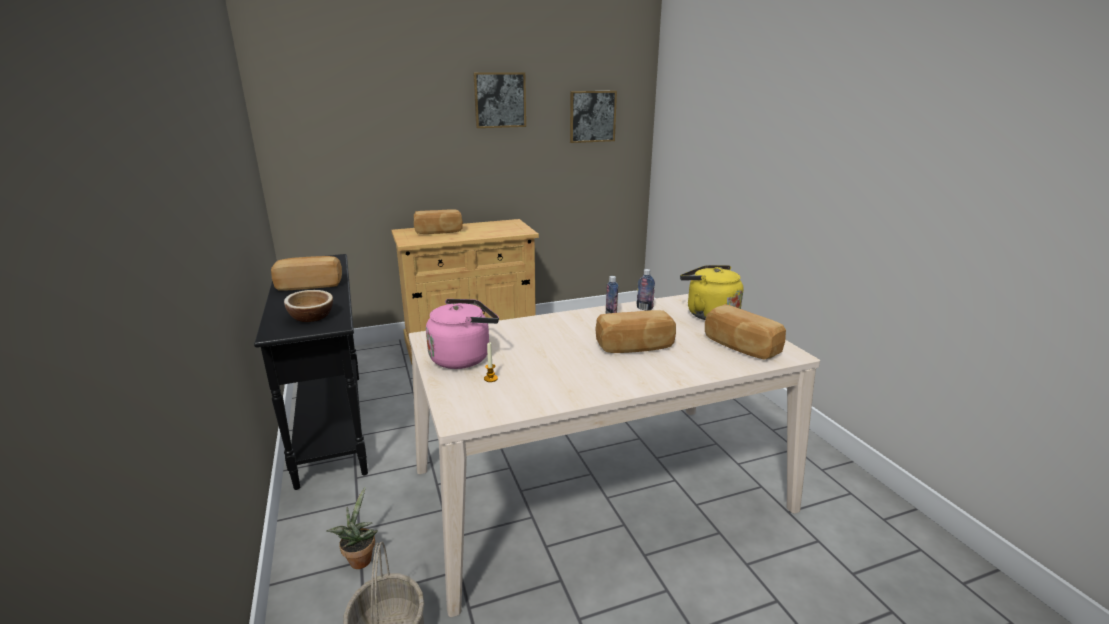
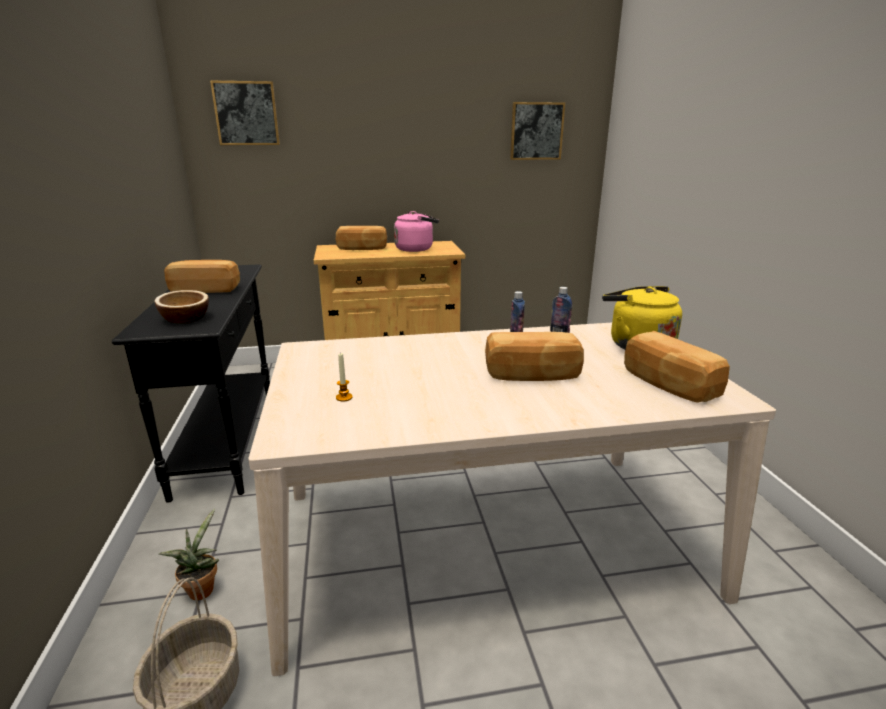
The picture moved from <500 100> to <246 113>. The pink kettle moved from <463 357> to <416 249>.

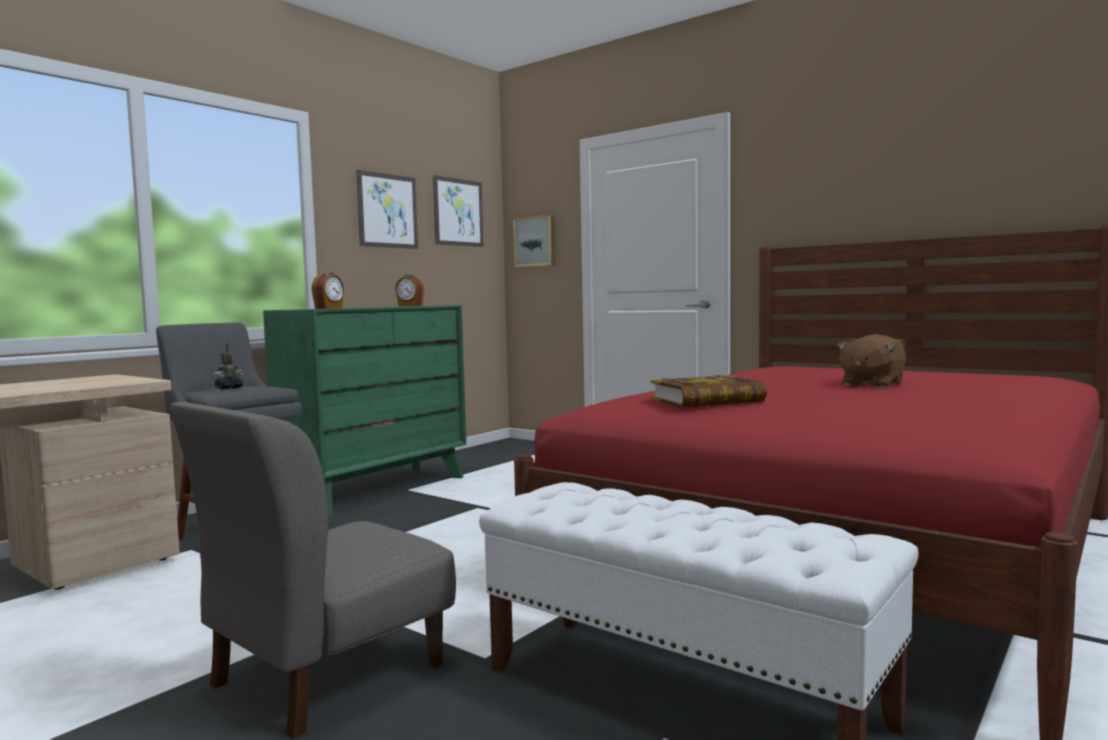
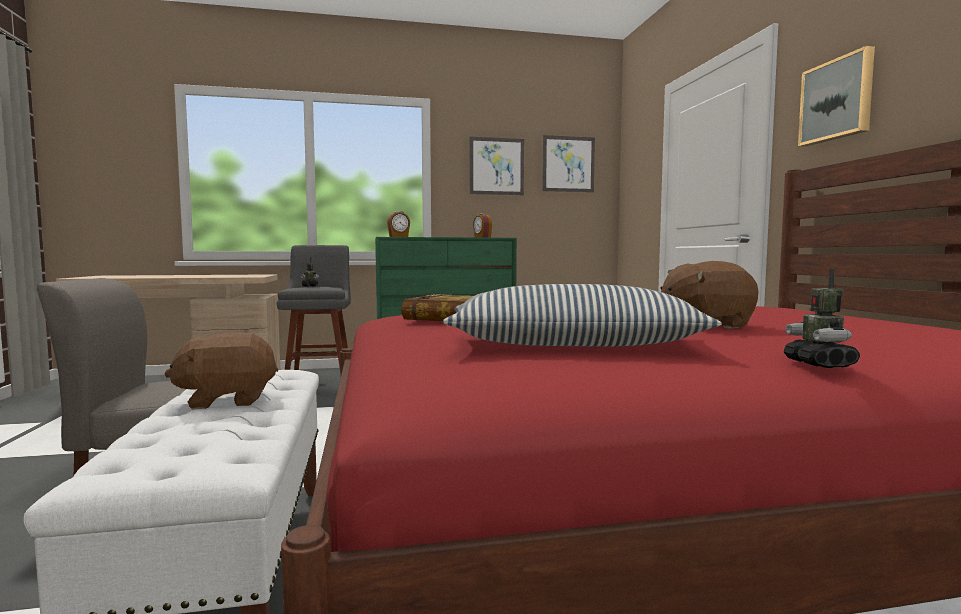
The picture moved from <535 241> to <837 100>. The toy robot at <820 364> appeared. The pillow at <573 344> appeared. The brown plush toy at <227 400> appeared.

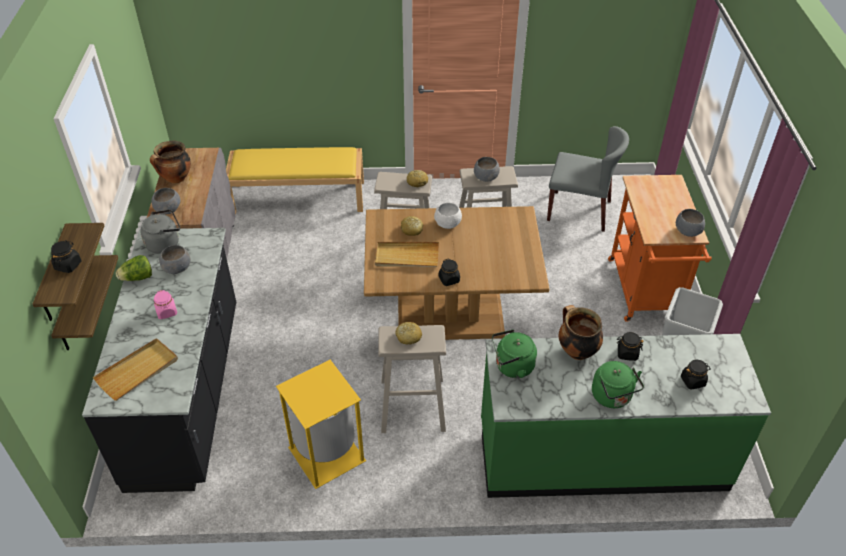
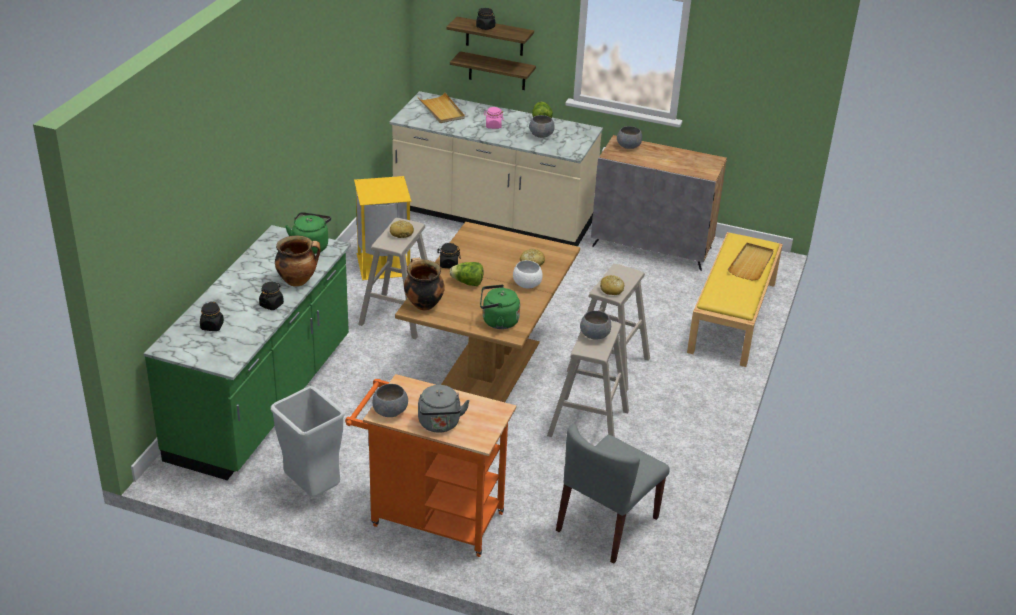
The cooking pot moved from <176 179> to <423 304>. The grey kettle moved from <165 243> to <439 424>. The black counter at <187 393> became the beige counter at <493 217>. The beige tray moved from <406 257> to <751 263>. The green kettle moved from <613 397> to <497 321>. The lettuce at <467 283> appeared.

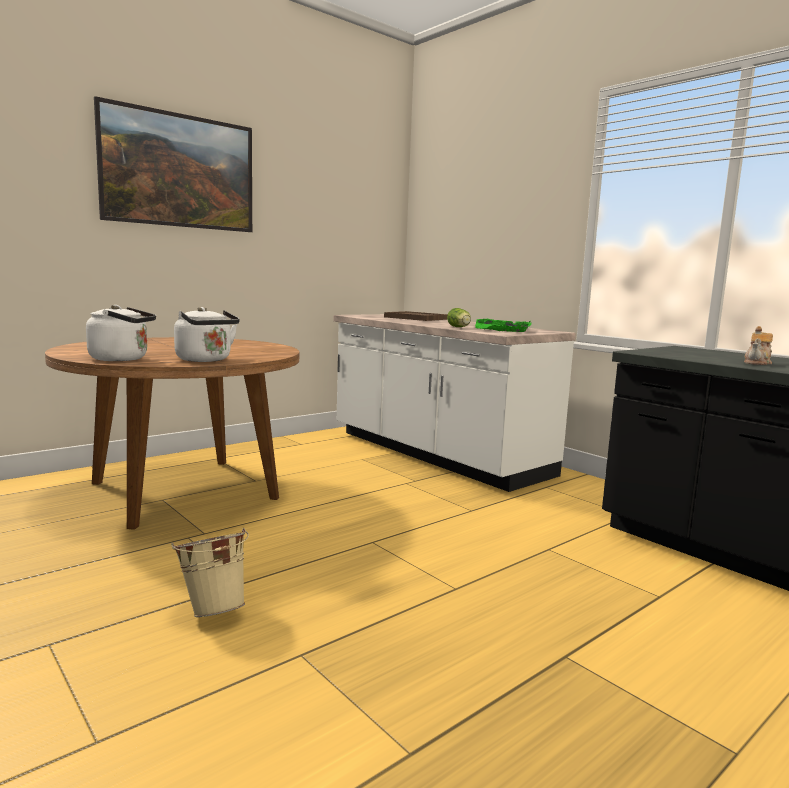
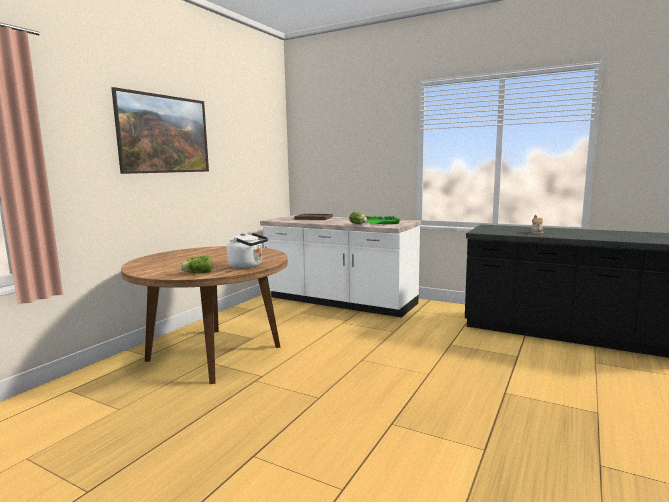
The white kettle at <123 359> was replaced by the lettuce at <197 273>. The beige bucket at <214 609> disappeared.

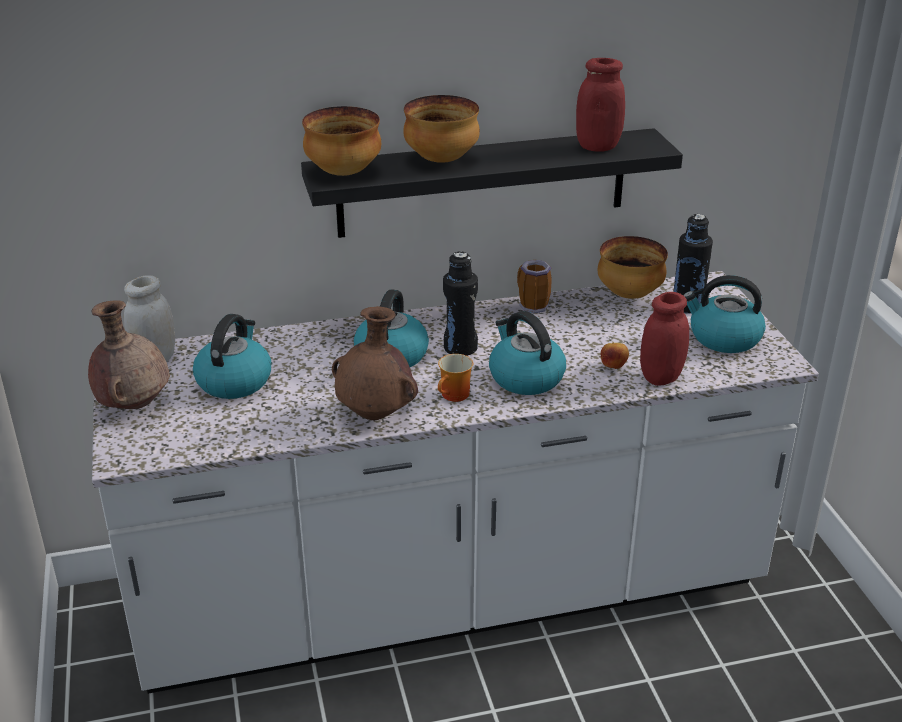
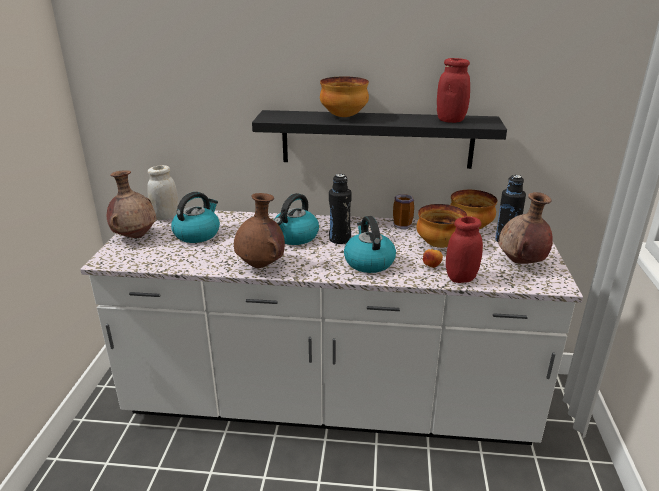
The bowl moved from <343 172> to <439 244>. The kettle at <723 338> was replaced by the brown vase at <521 263>. The mug at <455 396> disappeared.

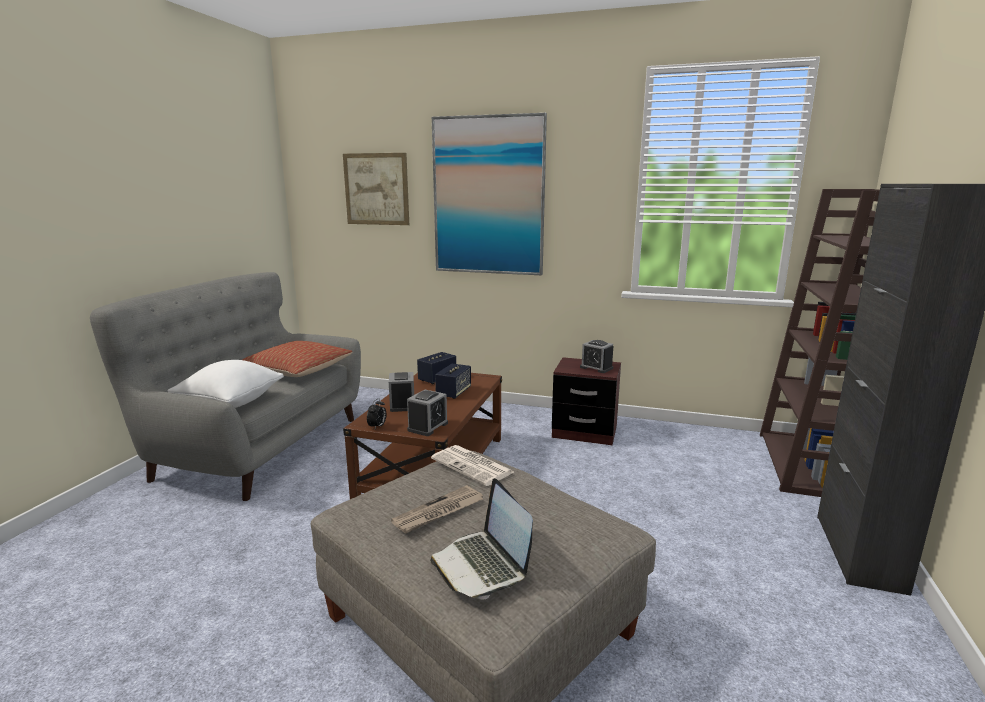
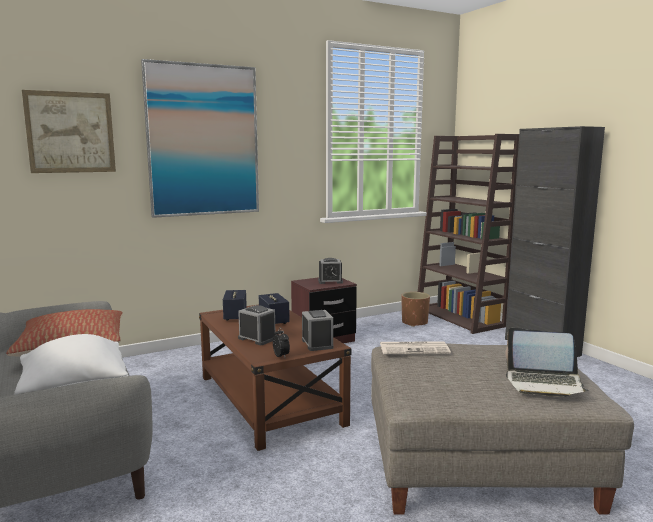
The newspaper at <438 512> disappeared. The brown planter at <414 323> appeared.

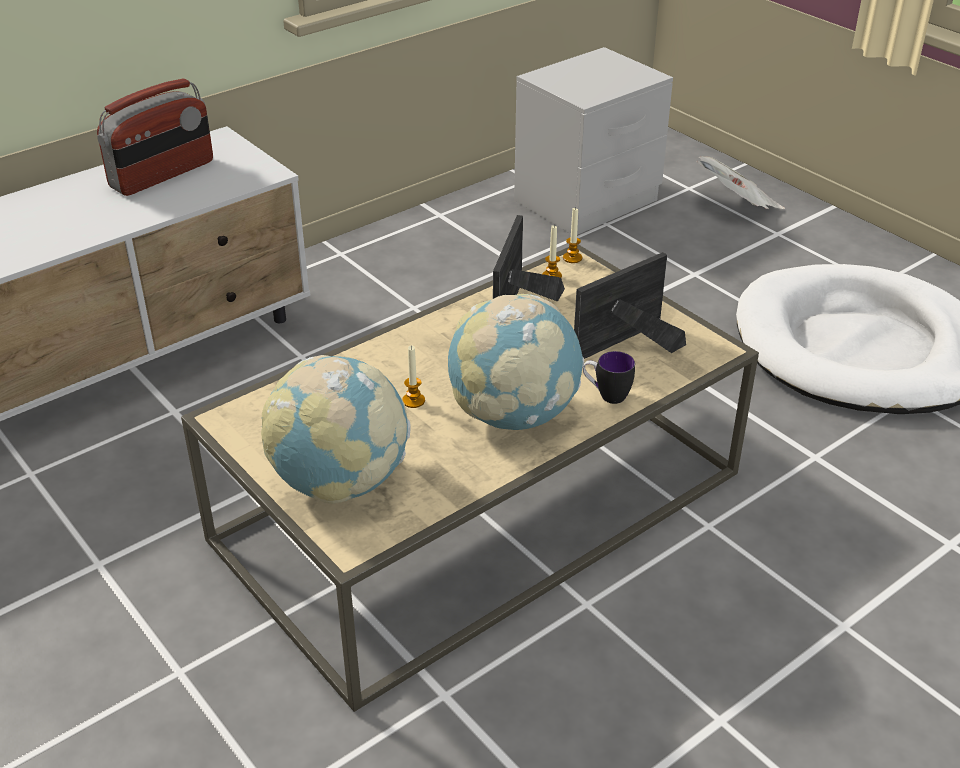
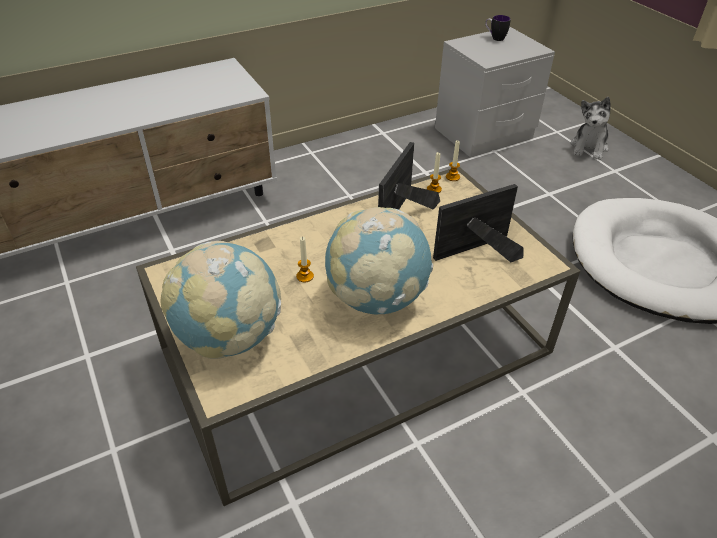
The radio at <163 175> disappeared. The newspaper at <737 205> was replaced by the plush toy at <589 147>. The mug moved from <606 395> to <495 38>.

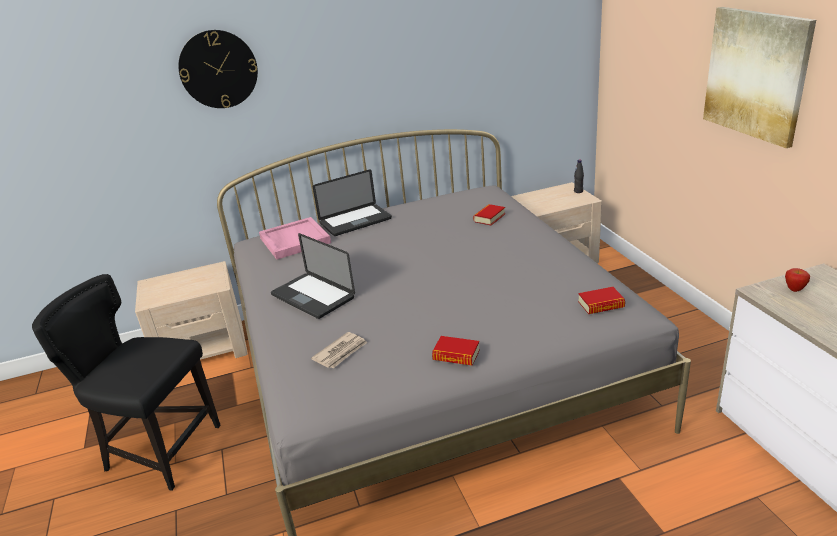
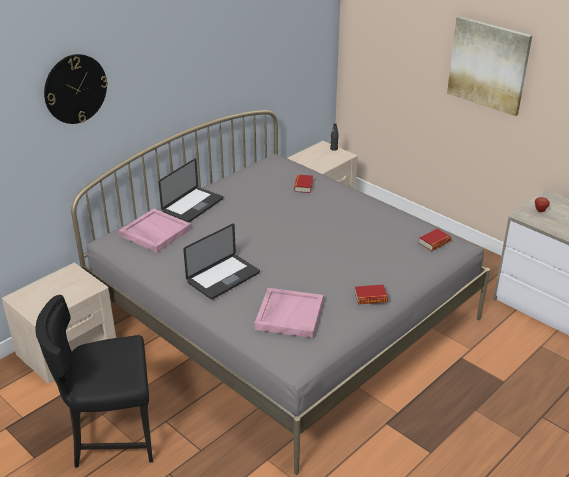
The laptop at <313 296> turned 60 degrees counterclockwise. The newspaper at <341 352> was replaced by the pink tray at <289 314>.

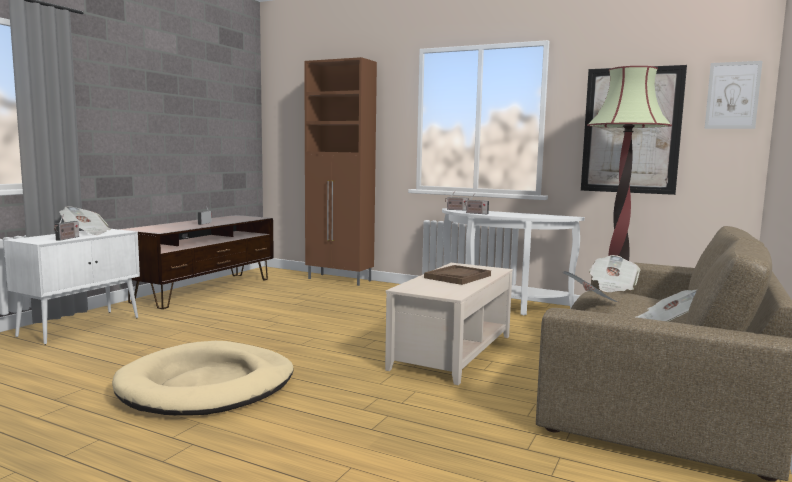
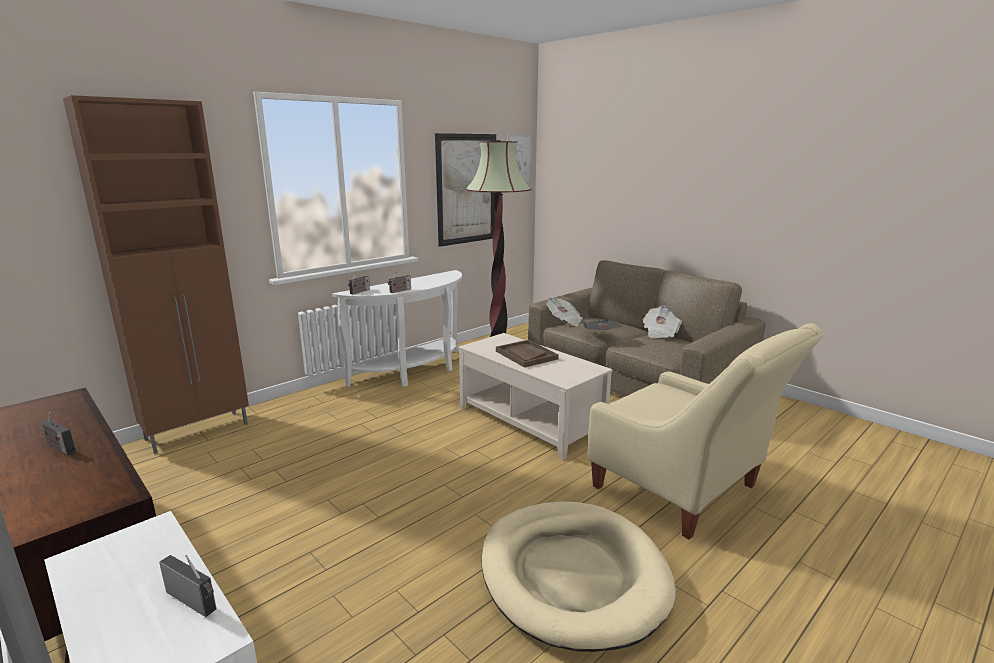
The newspaper at <86 233> disappeared. The beige armchair at <685 492> appeared.

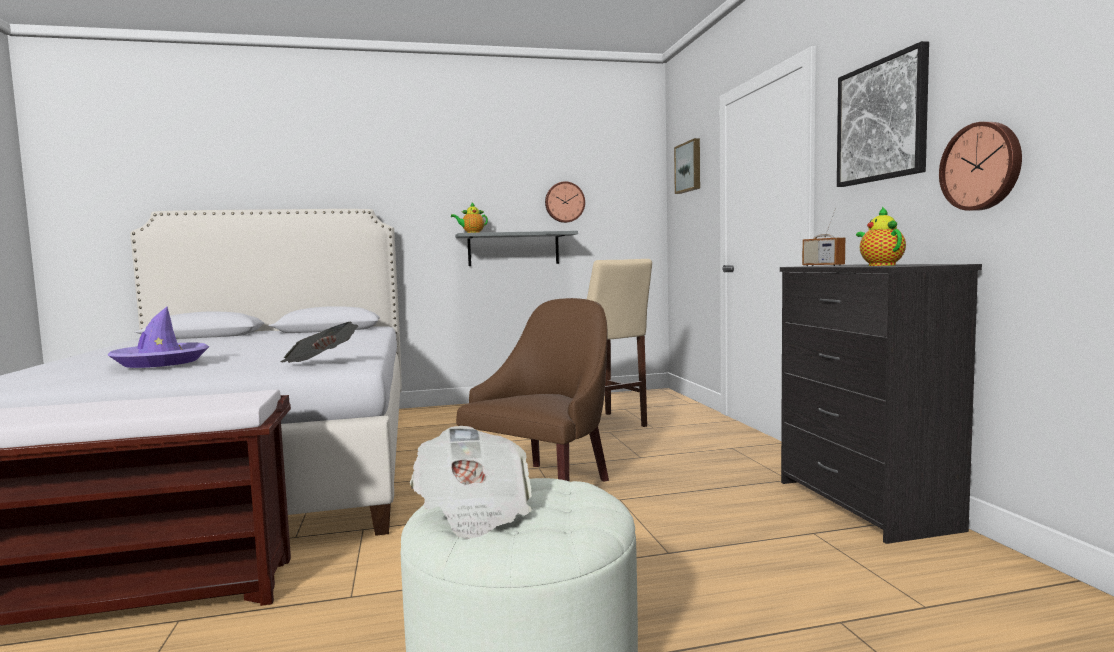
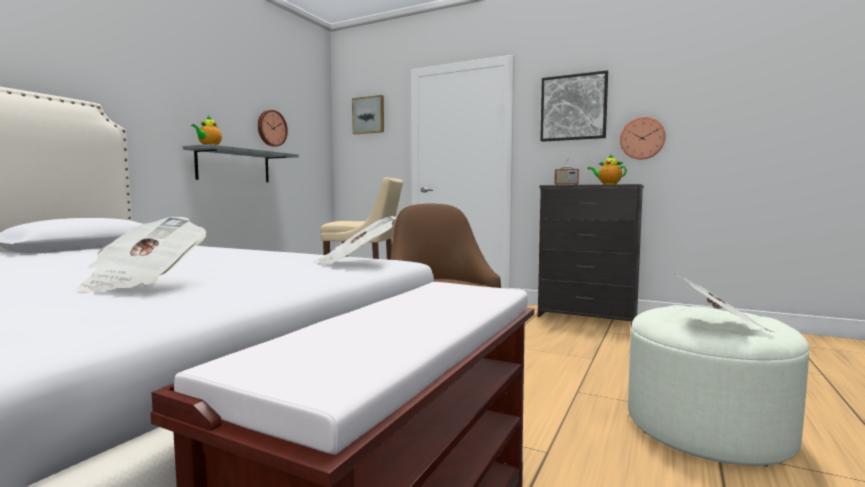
The purple hat at <161 362> was replaced by the newspaper at <144 282>.

